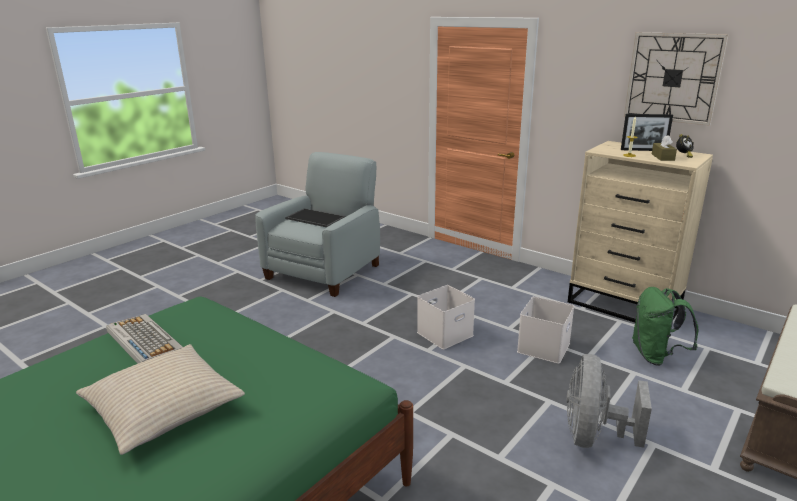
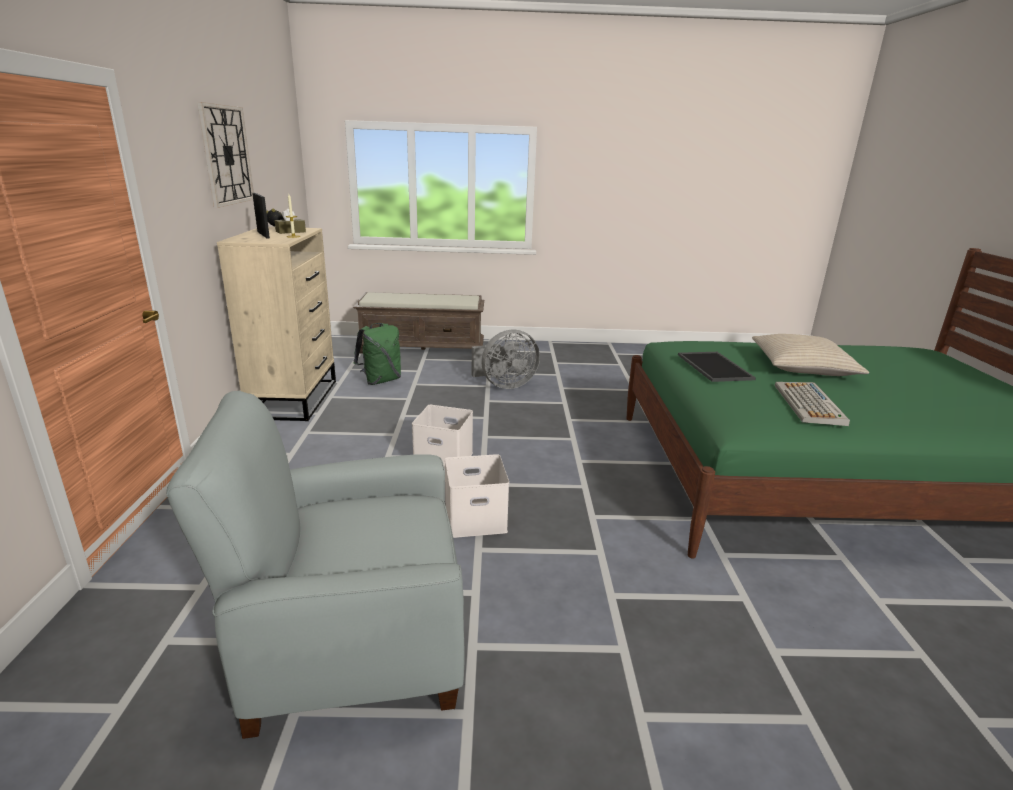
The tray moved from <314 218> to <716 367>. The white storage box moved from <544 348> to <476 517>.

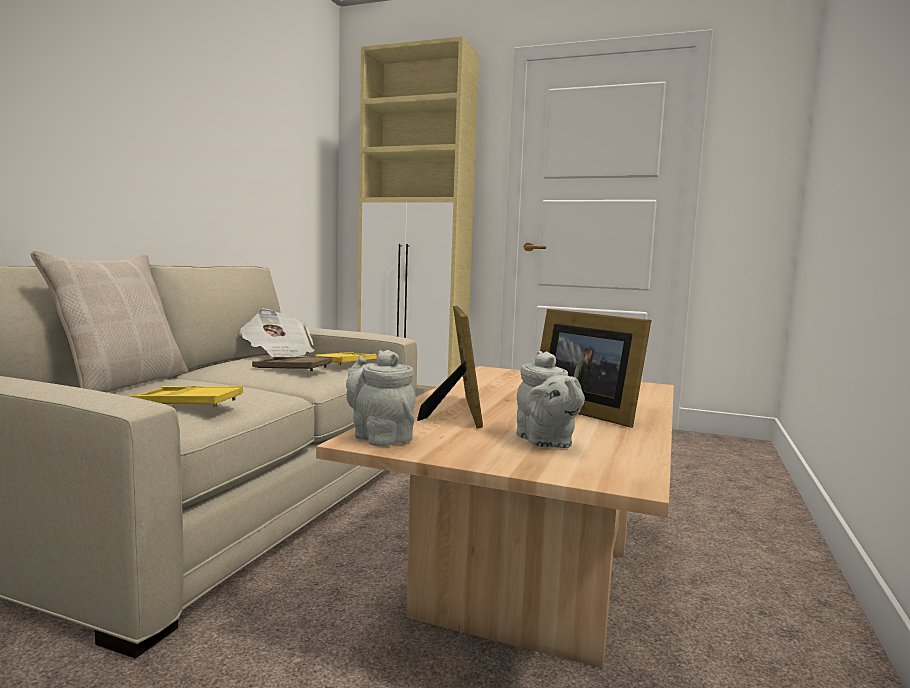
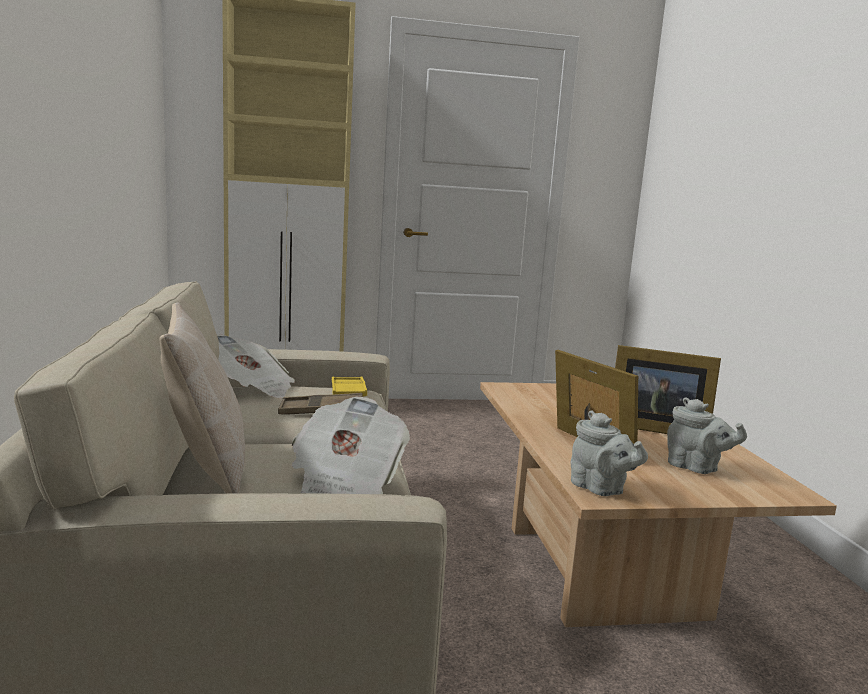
The grey teapot at <379 437> turned 150 degrees counterclockwise. The yellow tray at <187 403> was replaced by the newspaper at <345 481>.

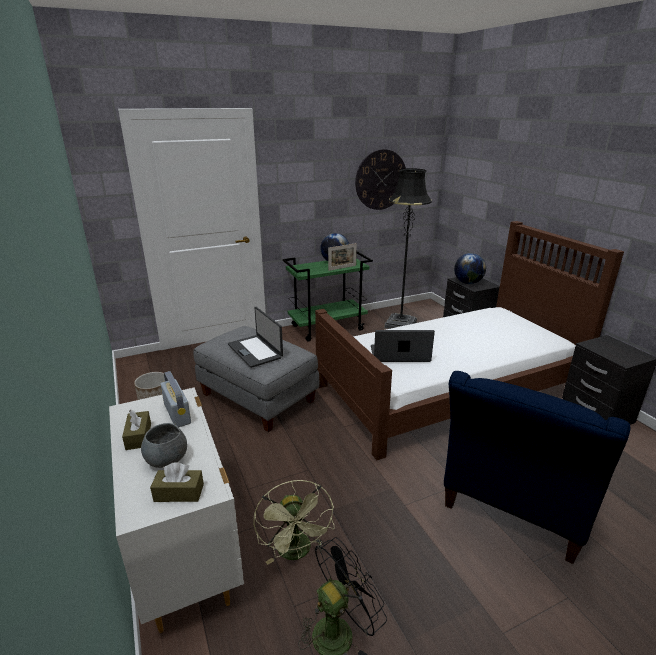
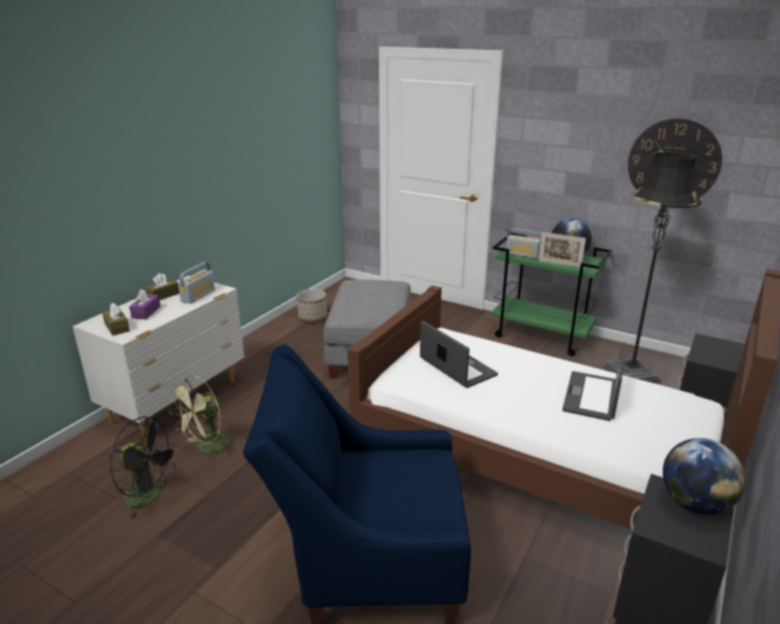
The globe moved from <468 283> to <694 504>. The laptop moved from <255 351> to <592 396>. The grey bowl at <167 460> was replaced by the purple tissue box at <146 312>. The radio at <522 254> appeared.

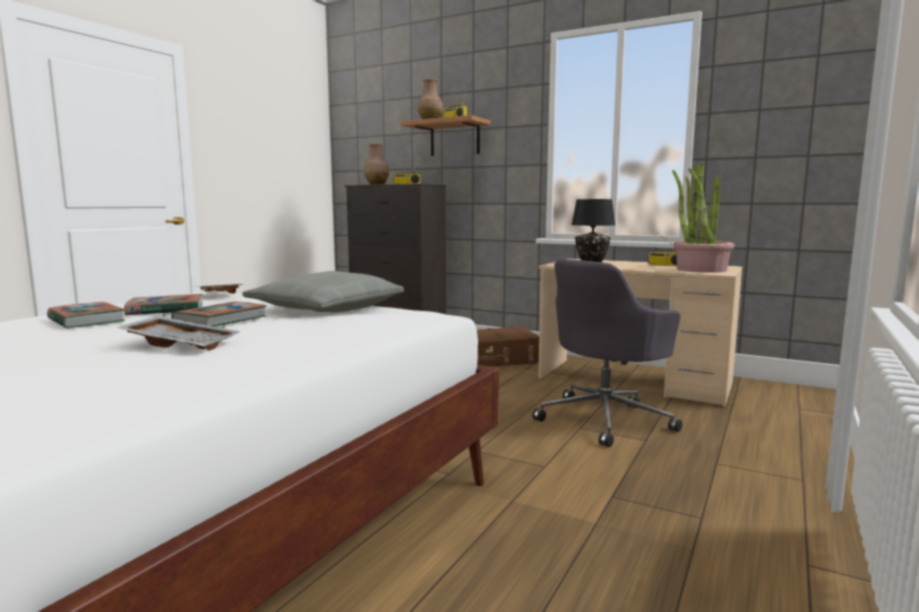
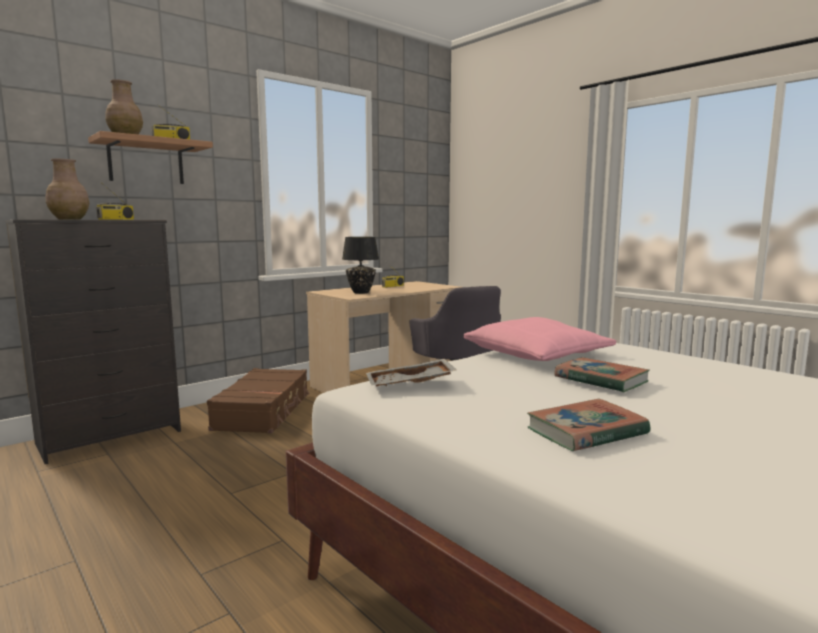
The potted plant at <700 269> disappeared. The grey pillow at <325 309> became the pink pillow at <537 355>. The book at <166 310> disappeared. The grey tray at <182 344> disappeared.

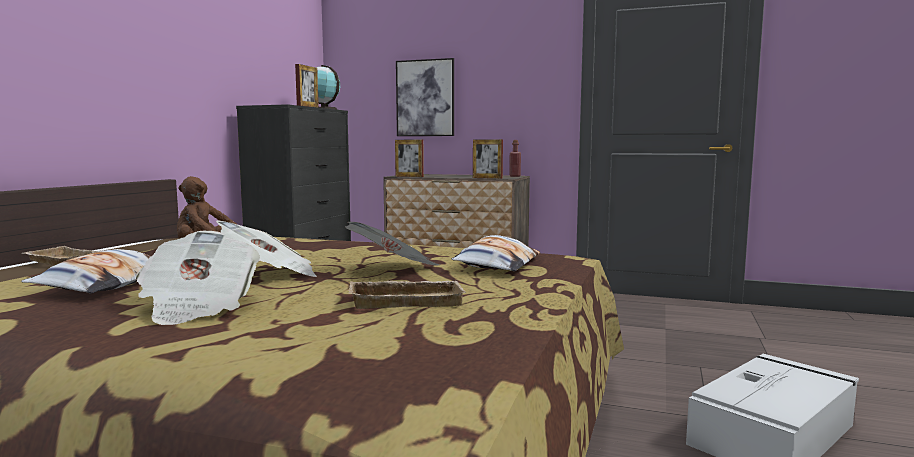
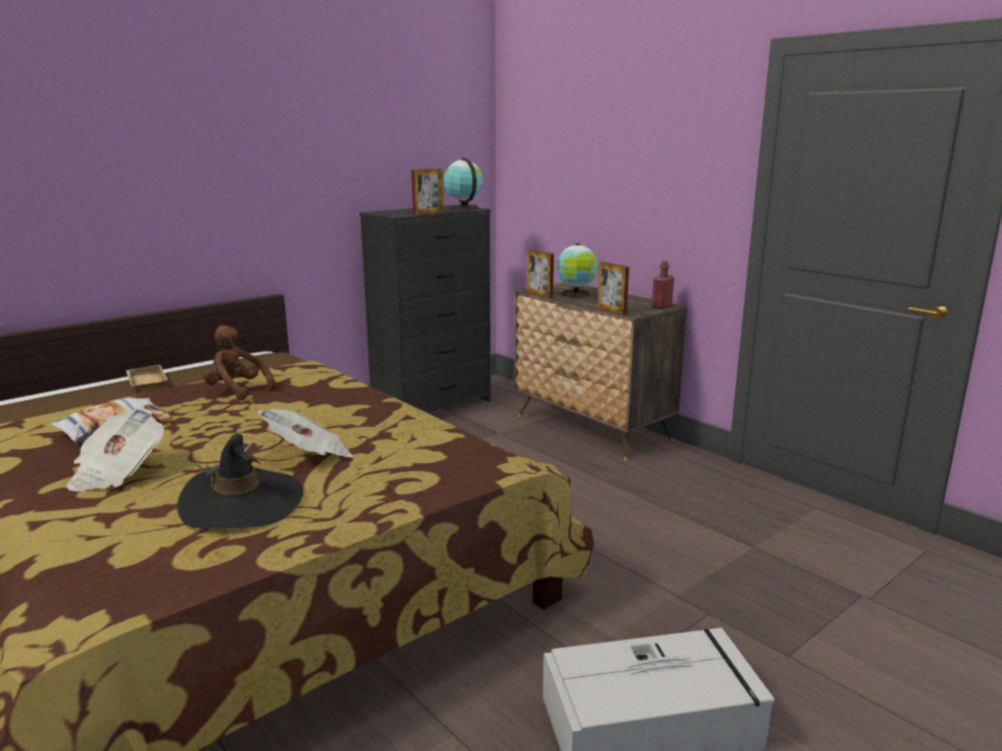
The picture at <425 98> disappeared. The newspaper at <271 275> disappeared. The pillow at <497 265> disappeared. The beige tray at <407 300> was replaced by the black hat at <242 503>. The globe at <576 295> appeared.

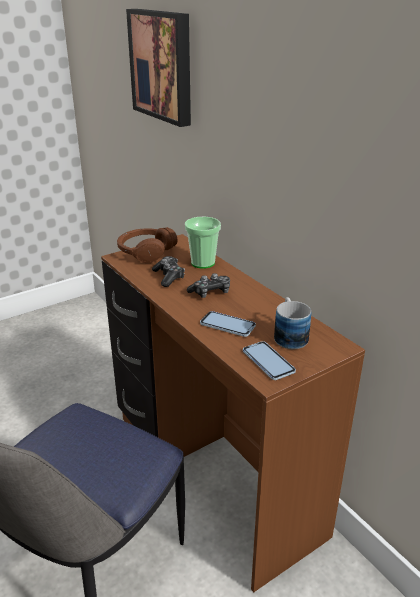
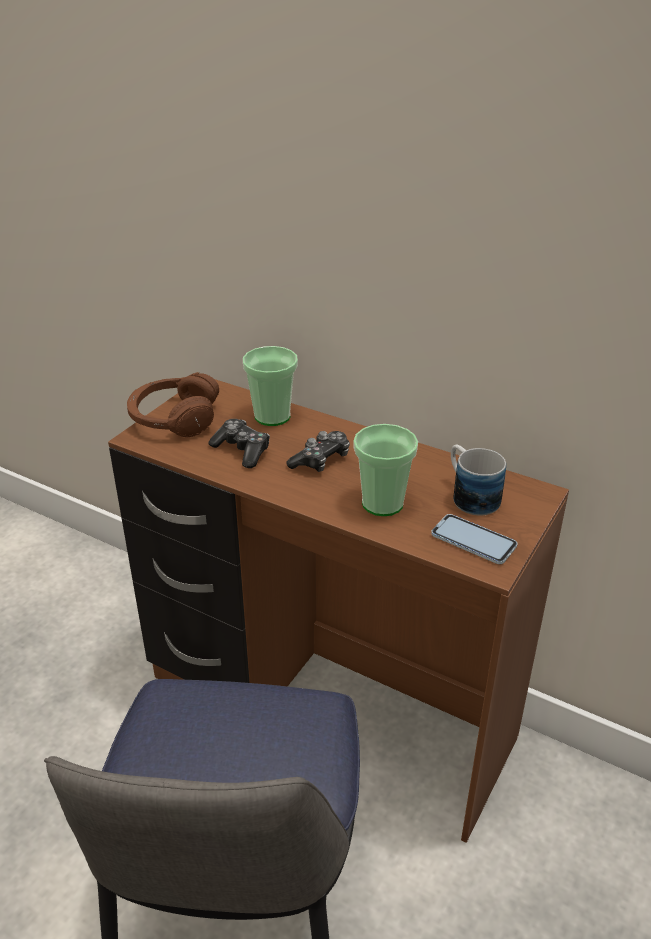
The picture at <163 66> disappeared. The phone at <227 325> was replaced by the cup at <382 503>.

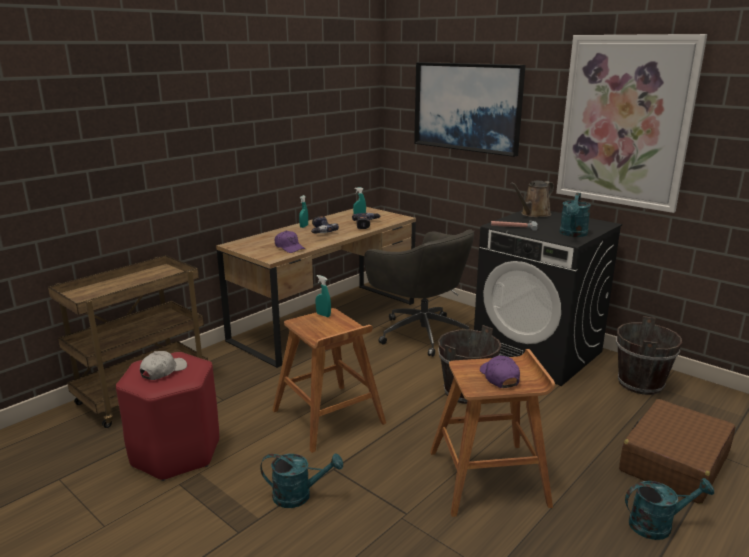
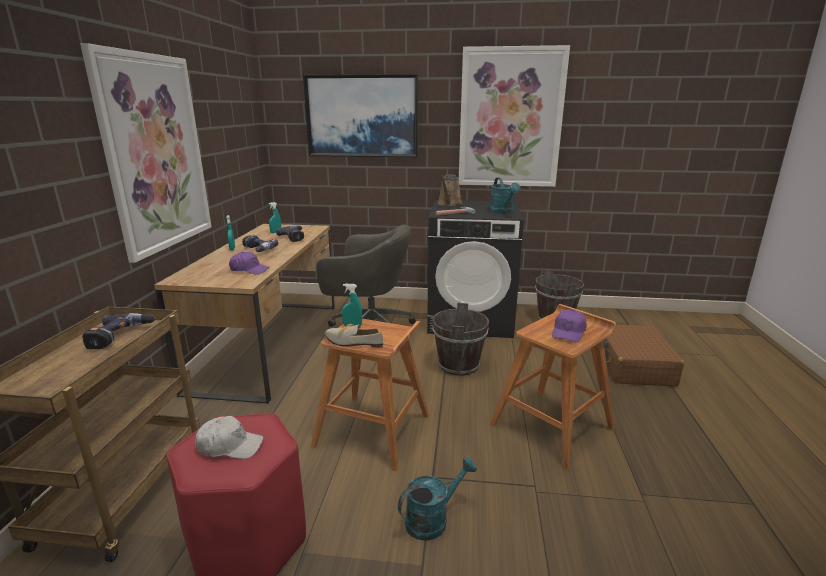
The white cap at <163 371> turned 90 degrees clockwise. The purple cap at <499 377> turned 105 degrees counterclockwise. The turquoise watering can at <657 525> disappeared. The picture at <155 153> appeared. The power drill at <121 337> appeared. The shoe at <351 342> appeared.

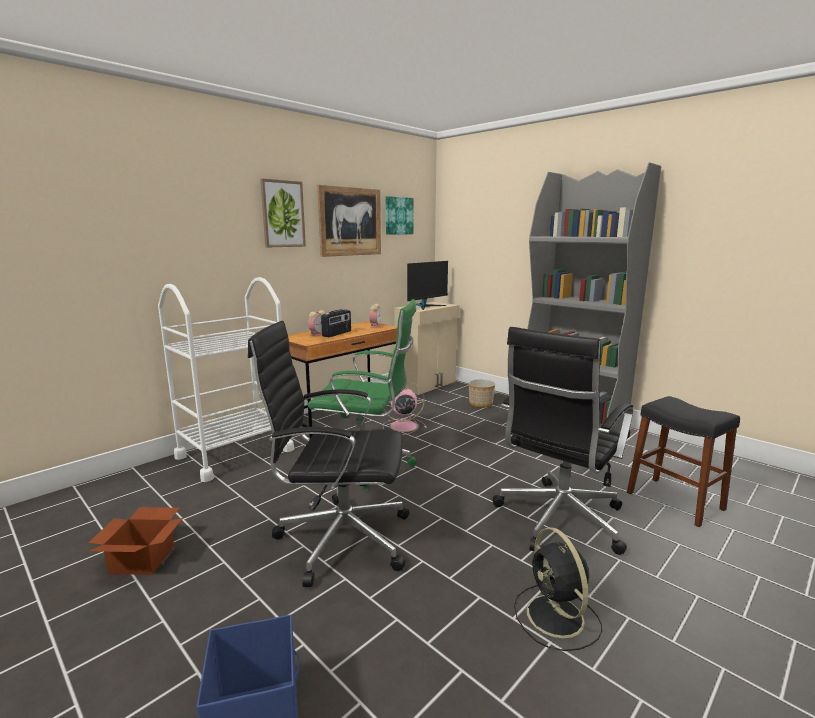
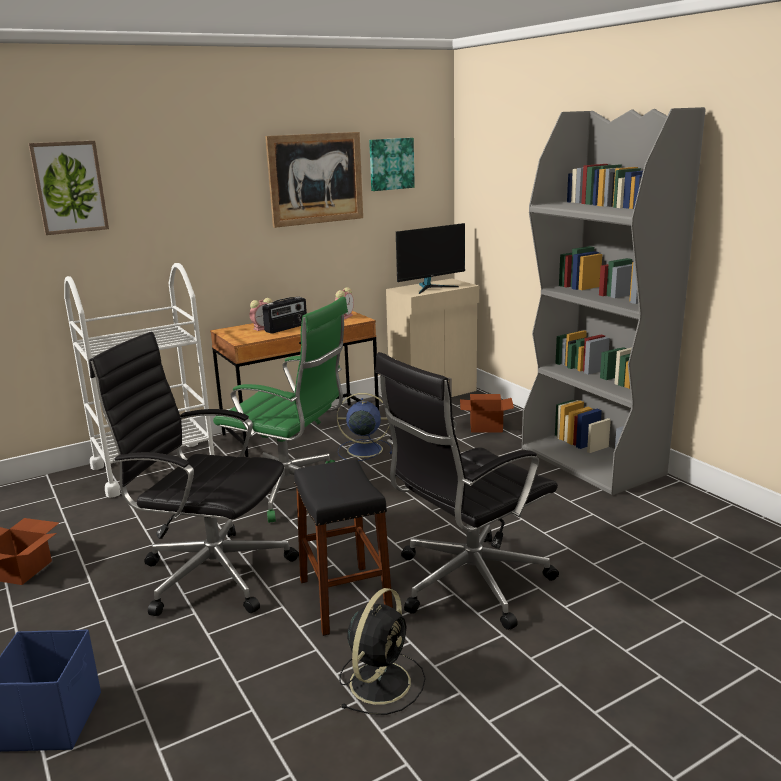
The picture moved from <282 214> to <69 187>. The planter at <480 404> was replaced by the cardboard box at <486 426>. The pink fan at <402 426> became the blue fan at <363 450>. The black stool moved from <674 501> to <344 599>. The black fan at <556 618> turned 150 degrees counterclockwise.

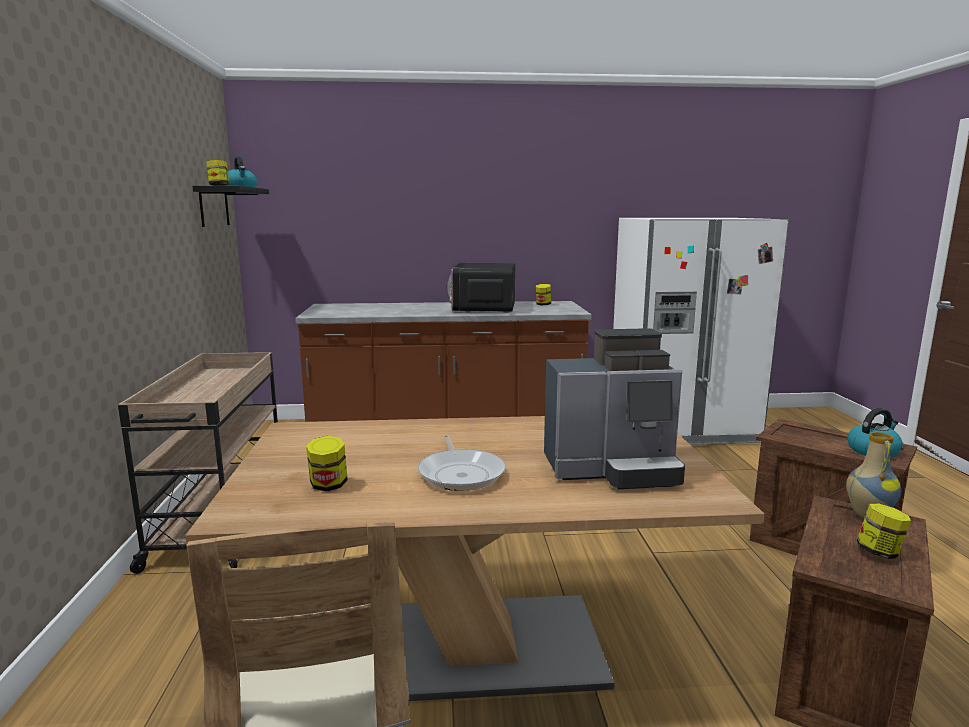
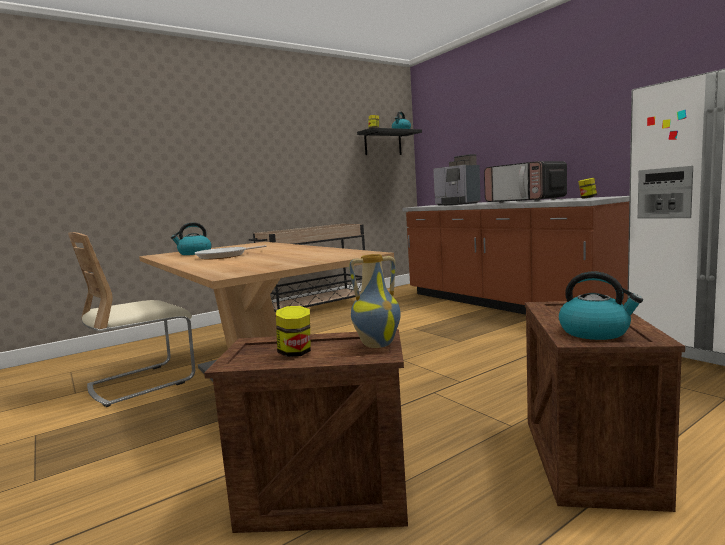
The microwave at <484 308> turned 105 degrees counterclockwise. The coffee machine moved from <613 469> to <457 204>. The jar at <328 485> was replaced by the kettle at <194 253>.

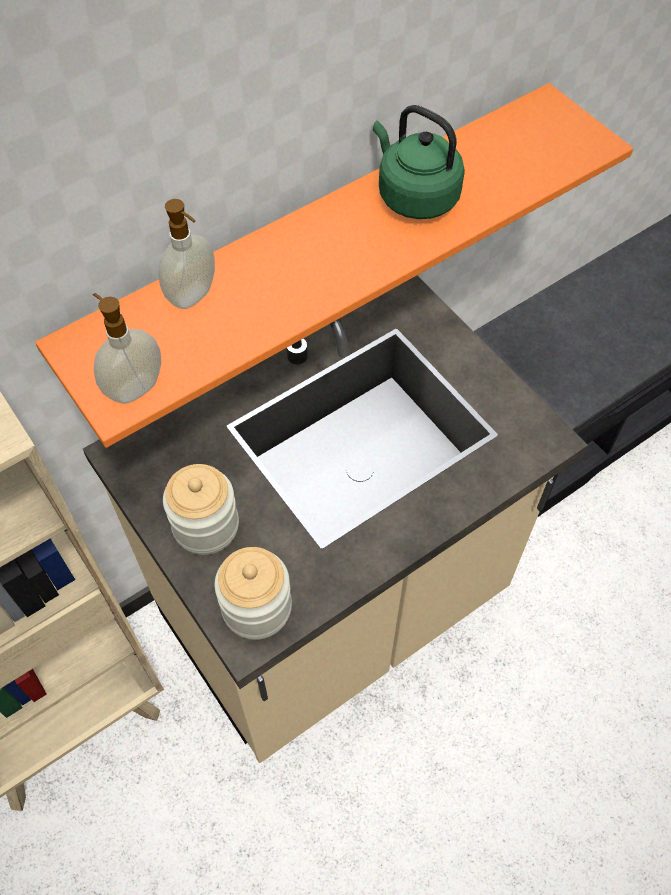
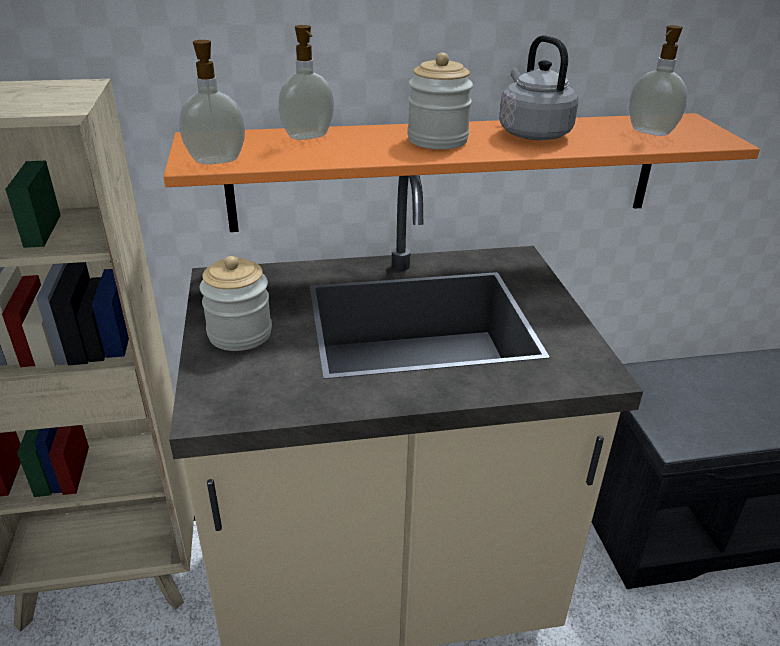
The green kettle at <414 196> became the grey kettle at <532 133>. The jar moved from <256 607> to <437 140>. The soap dispenser at <650 132> appeared.

